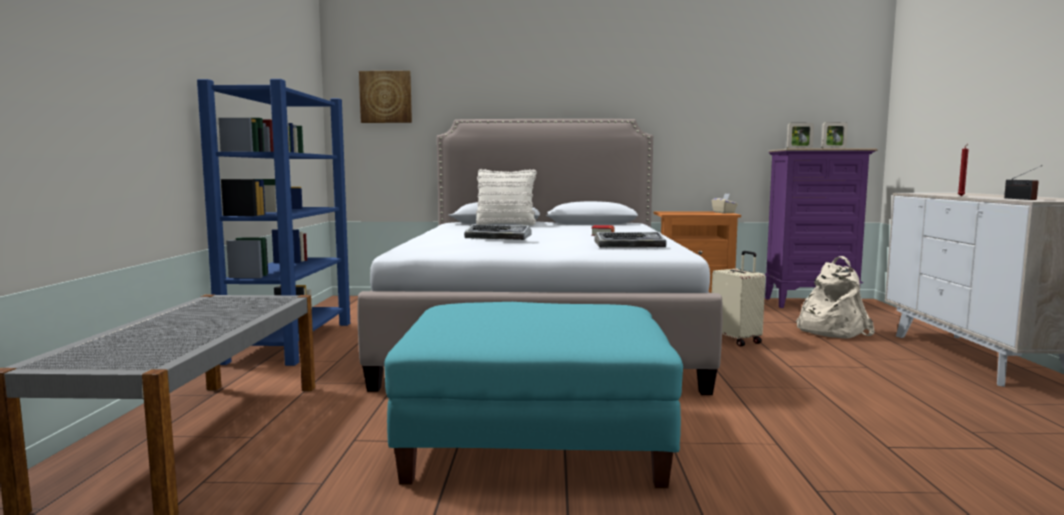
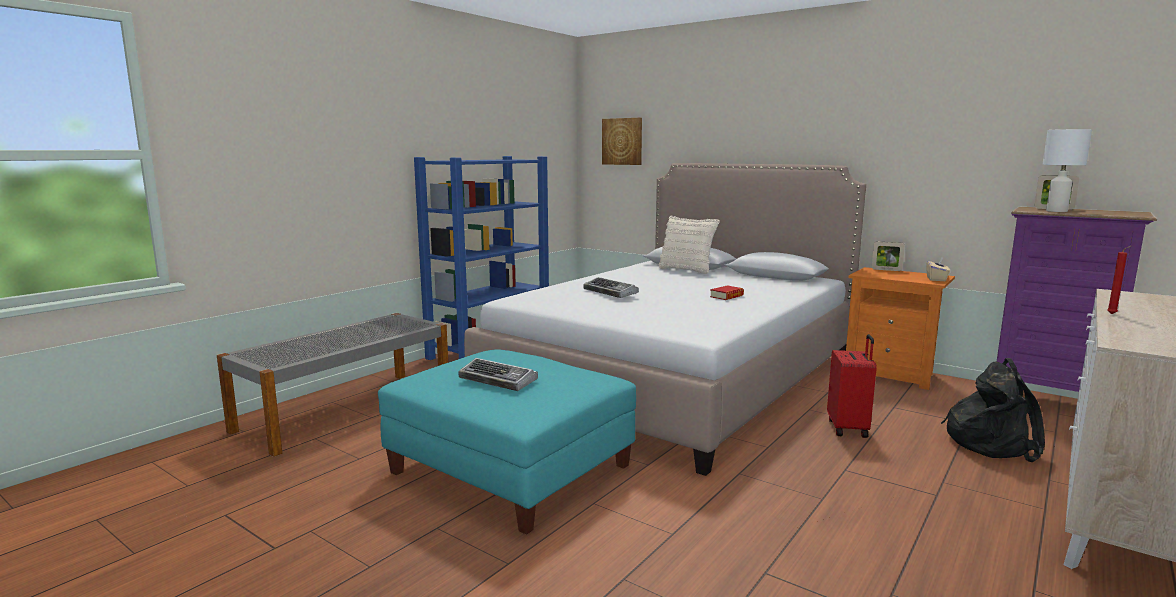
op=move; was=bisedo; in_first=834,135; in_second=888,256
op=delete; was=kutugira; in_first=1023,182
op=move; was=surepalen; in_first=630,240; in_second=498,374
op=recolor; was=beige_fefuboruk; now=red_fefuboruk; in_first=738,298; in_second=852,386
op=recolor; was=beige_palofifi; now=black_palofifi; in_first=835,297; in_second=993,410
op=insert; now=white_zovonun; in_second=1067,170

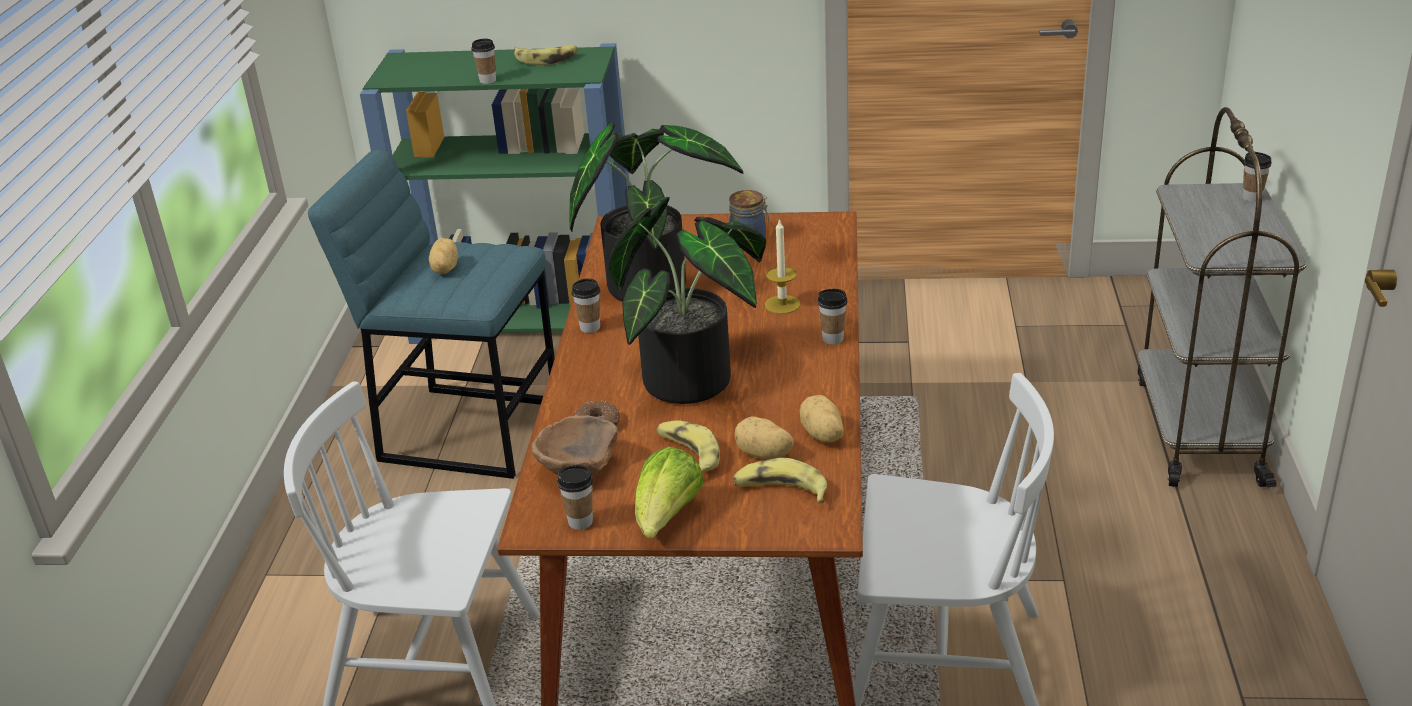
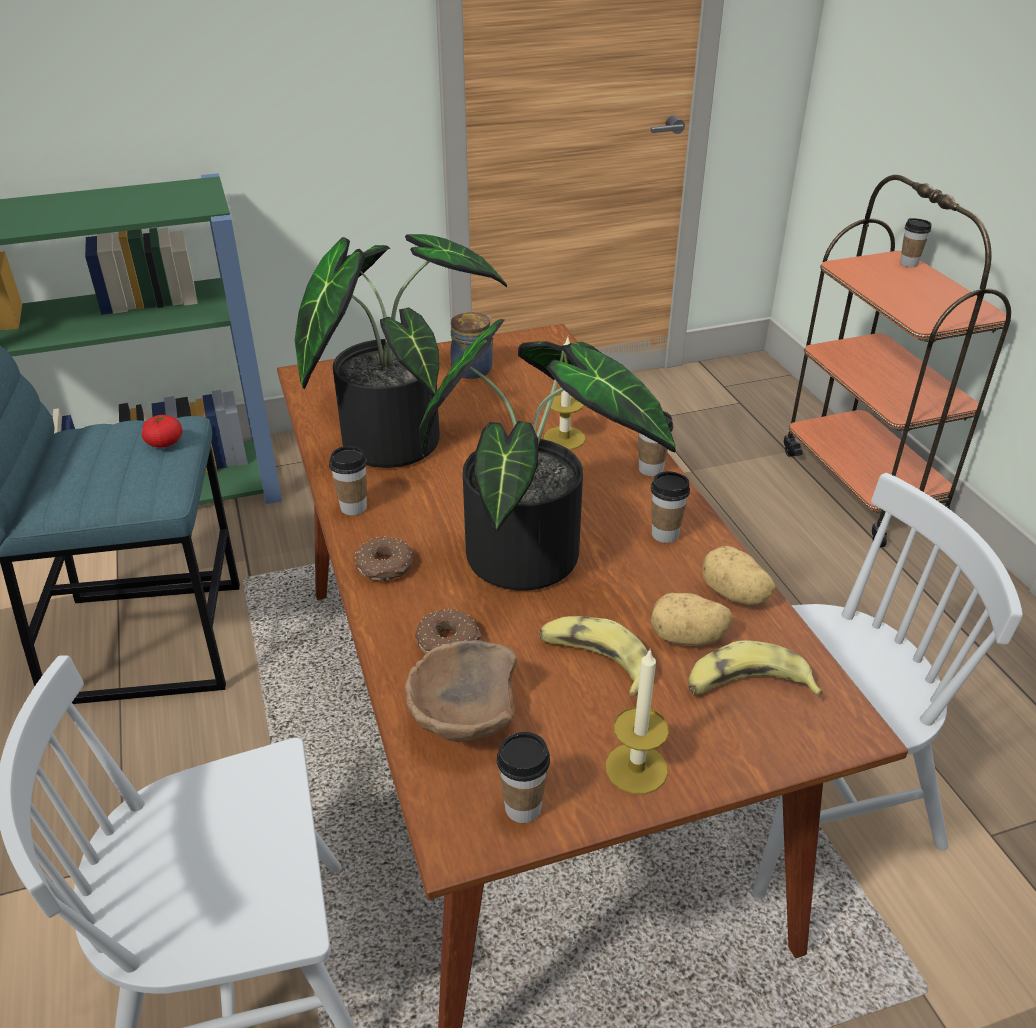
op=move; was=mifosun; in_first=483,61; in_second=670,507
op=delete; was=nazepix; in_first=545,55
op=recolor; was=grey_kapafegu; now=orange_kapafegu; in_first=1222,297; in_second=897,361
op=delete; was=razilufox; in_first=443,256
op=replace; was=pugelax; now=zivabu; in_first=669,492; in_second=637,721
op=insert; now=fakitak; in_second=162,431
op=insert; now=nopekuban; in_second=383,558

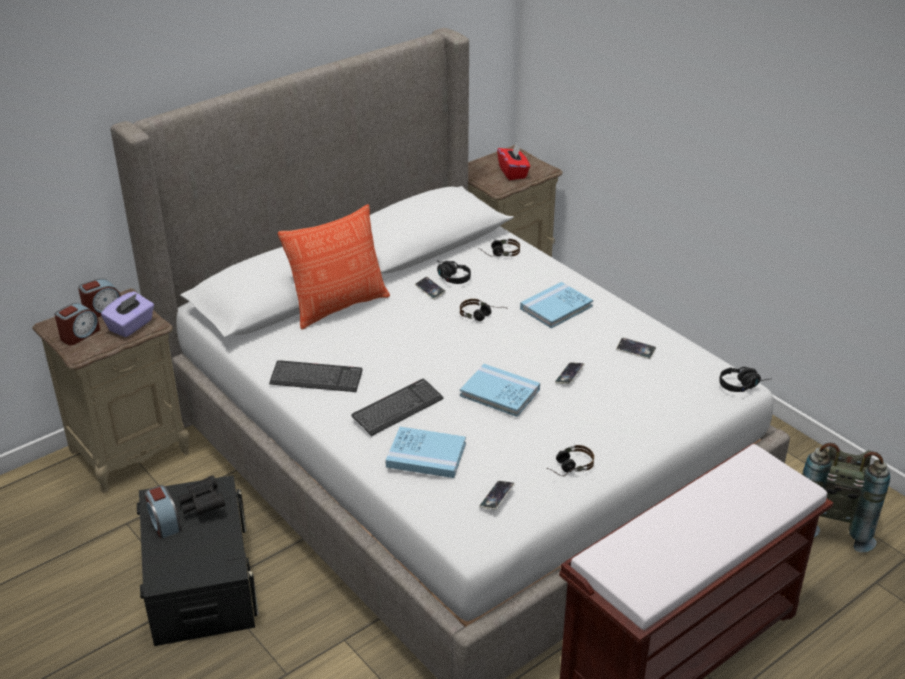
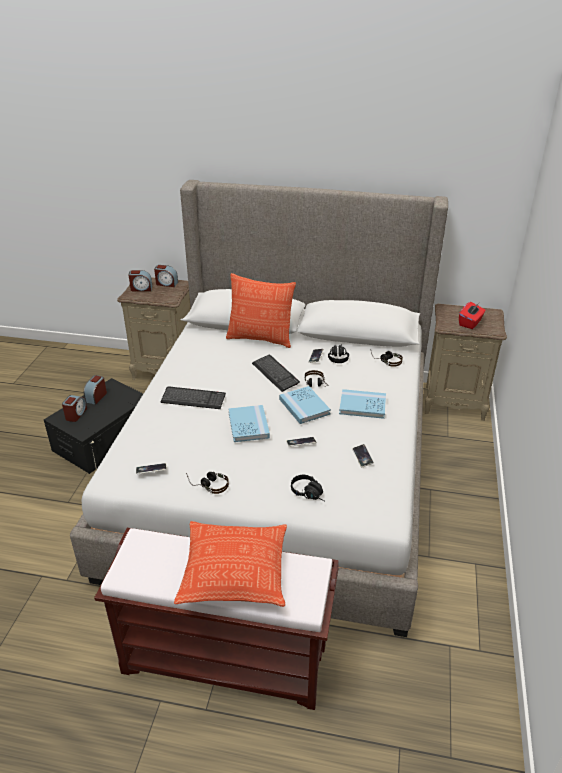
op=delete; was=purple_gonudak; in_first=127,314
op=move; was=surepalen; in_first=316,376; in_second=276,373
op=move; was=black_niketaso; in_first=744,379; in_second=307,488
op=move; was=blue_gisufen; in_first=425,452; in_second=305,405
op=delete; was=grey_palofifi; in_first=846,497
op=delete; was=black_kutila; in_first=202,495
op=insert; now=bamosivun; in_second=74,408
op=insert; now=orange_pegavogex; in_second=230,564

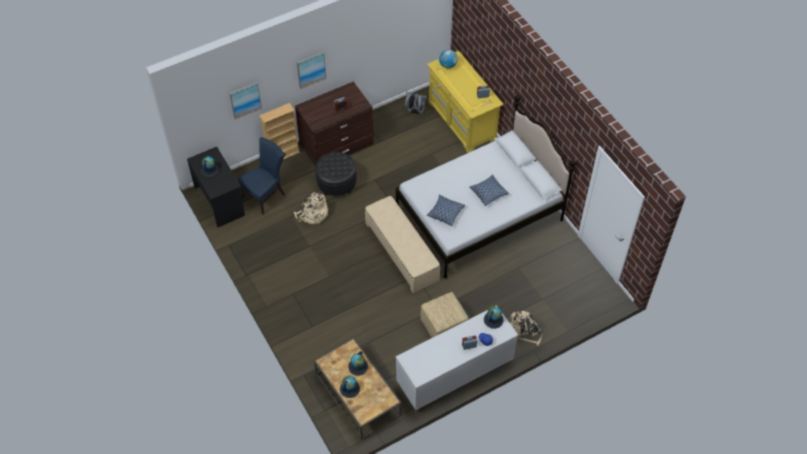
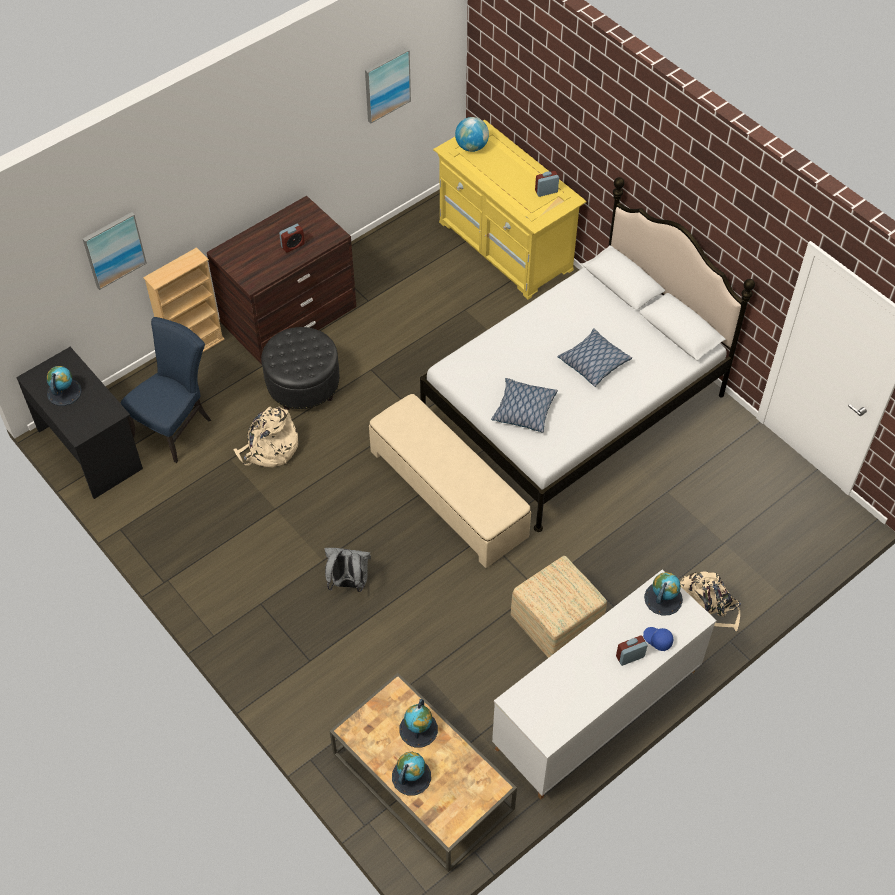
op=move; was=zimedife; in_first=311,70; in_second=388,86
op=move; was=grey_palofifi; in_first=416,103; in_second=348,570

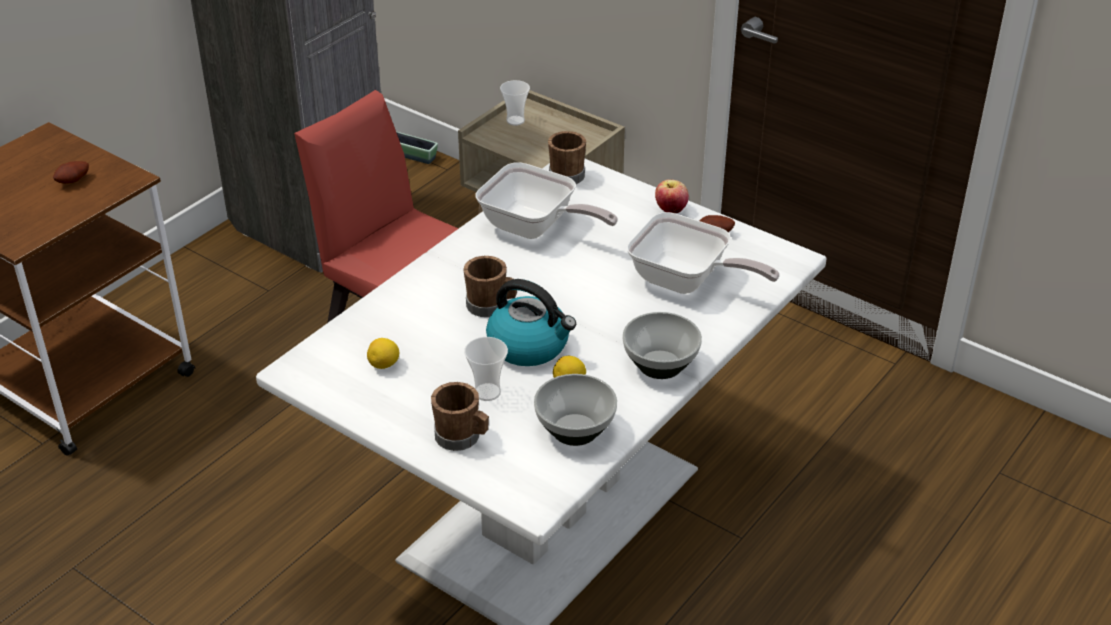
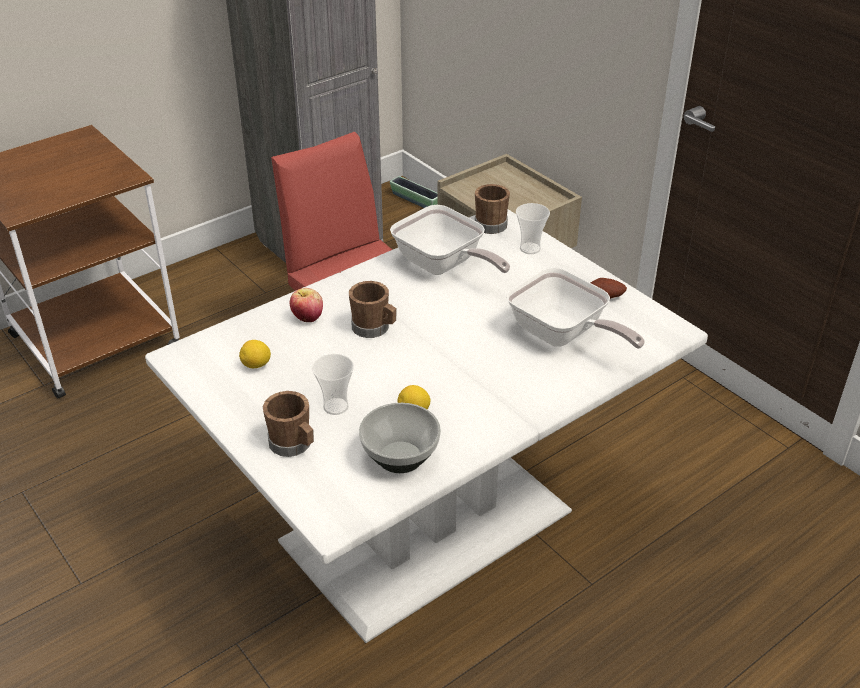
op=move; was=mifosun; in_first=515,103; in_second=533,228
op=delete; was=razilufox; in_first=71,172
op=move; was=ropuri; in_first=672,196; in_second=306,305
op=delete; was=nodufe; in_first=531,322
op=delete; was=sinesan; in_first=662,345

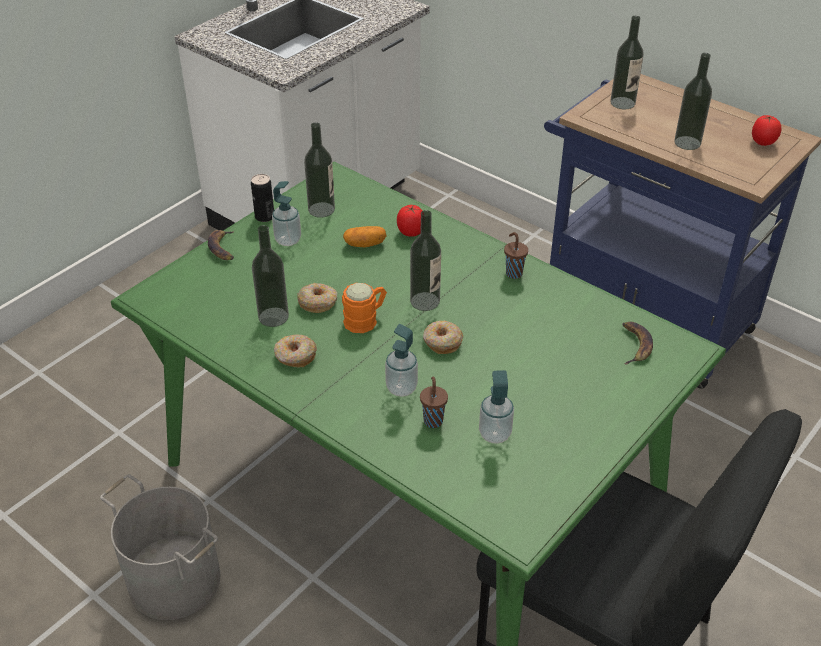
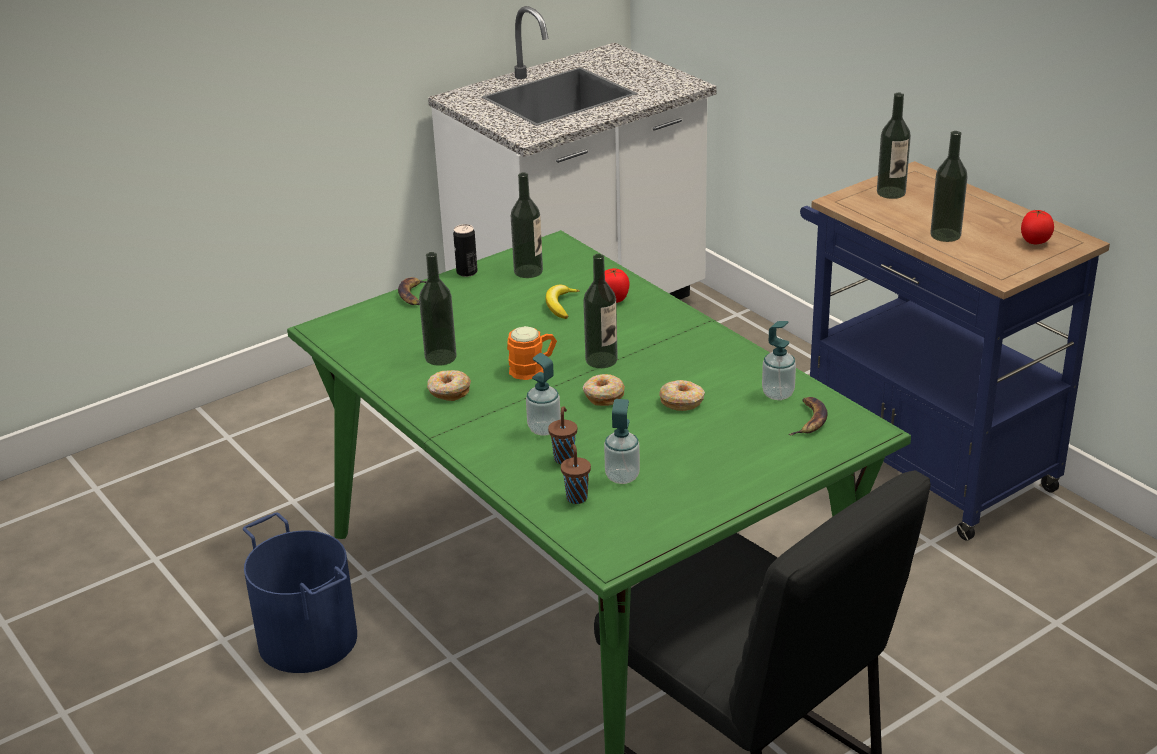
op=move; was=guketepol; in_first=286,213; in_second=779,360
op=replace; was=razilufox; now=nazepix; in_first=364,236; in_second=562,302
op=move; was=brown_mifosun; in_first=516,255; in_second=576,474
op=move; was=nopekuban; in_first=317,298; in_second=682,395
op=recolor; was=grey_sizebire; now=blue_sizebire; in_first=160,547; in_second=300,592

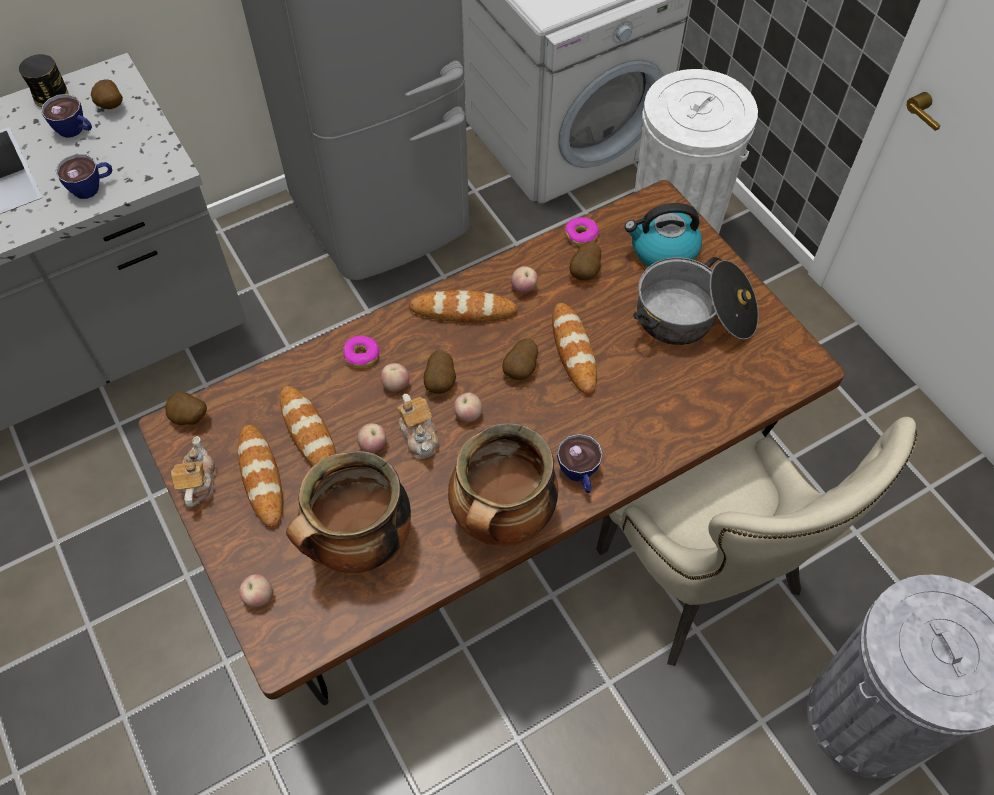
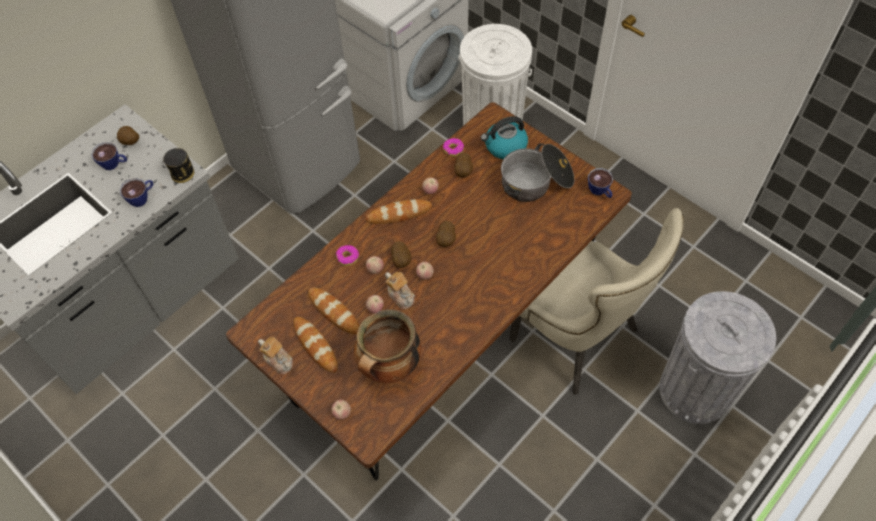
op=move; was=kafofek; in_first=43,80; in_second=178,165
op=delete; was=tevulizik; in_first=574,349
op=delete; was=razilufox; in_first=186,408
op=delete; was=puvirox; in_first=503,484
op=move; was=mifosun; in_first=580,463; in_second=600,183
op=rotate; was=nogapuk; in_first=193,471; in_second=275,355; clockwise=150

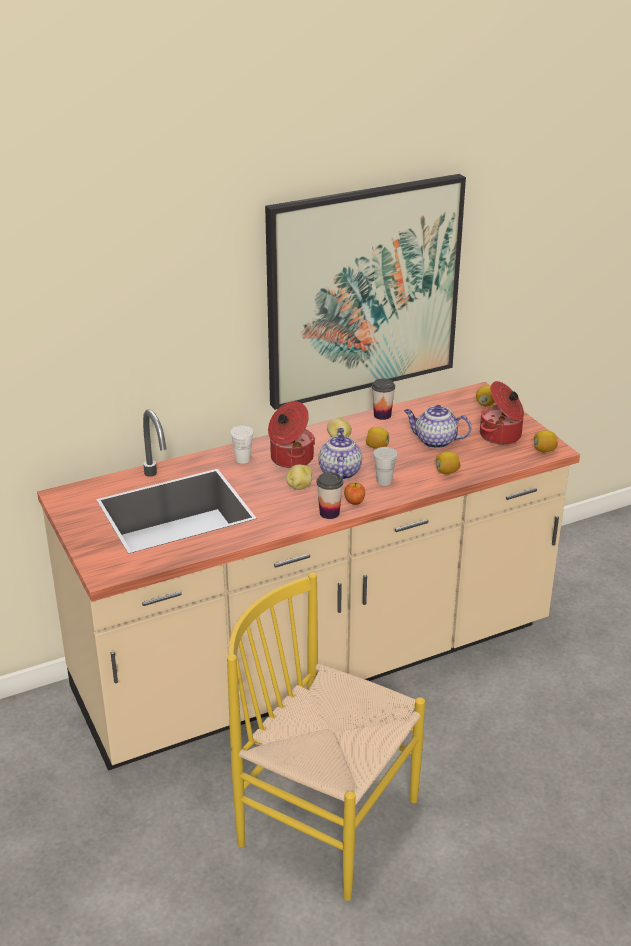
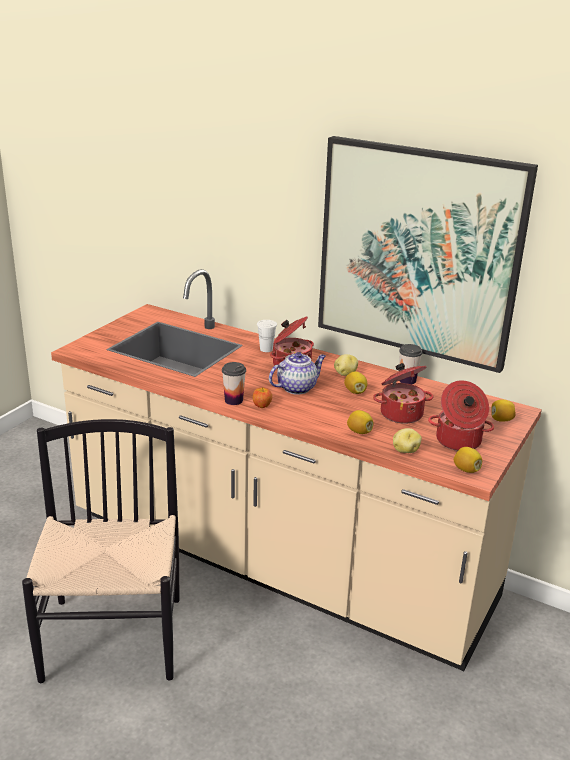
op=replace; was=nogapuk; now=puvirox; in_first=438,426; in_second=403,393
op=delete; was=white_mifosun; in_first=385,466
op=move; was=razilufox; in_first=299,477; in_second=407,440
op=recolor; was=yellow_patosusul; now=black_patosusul; in_first=326,736; in_second=100,551

